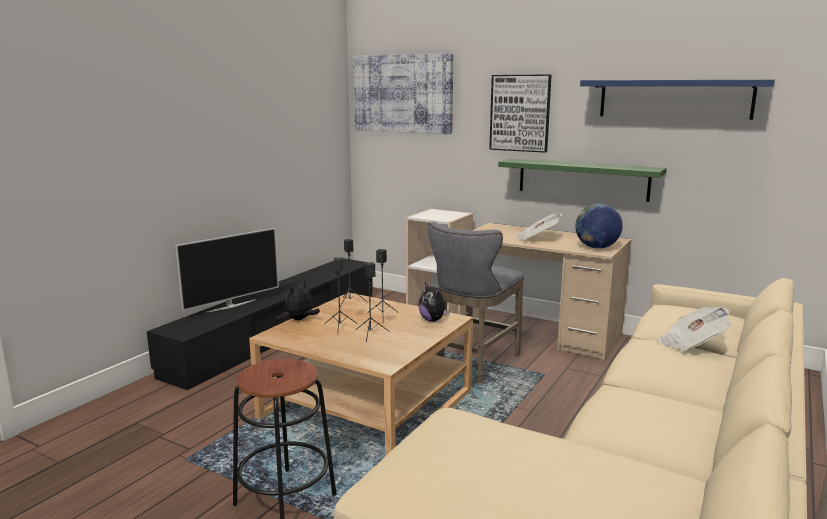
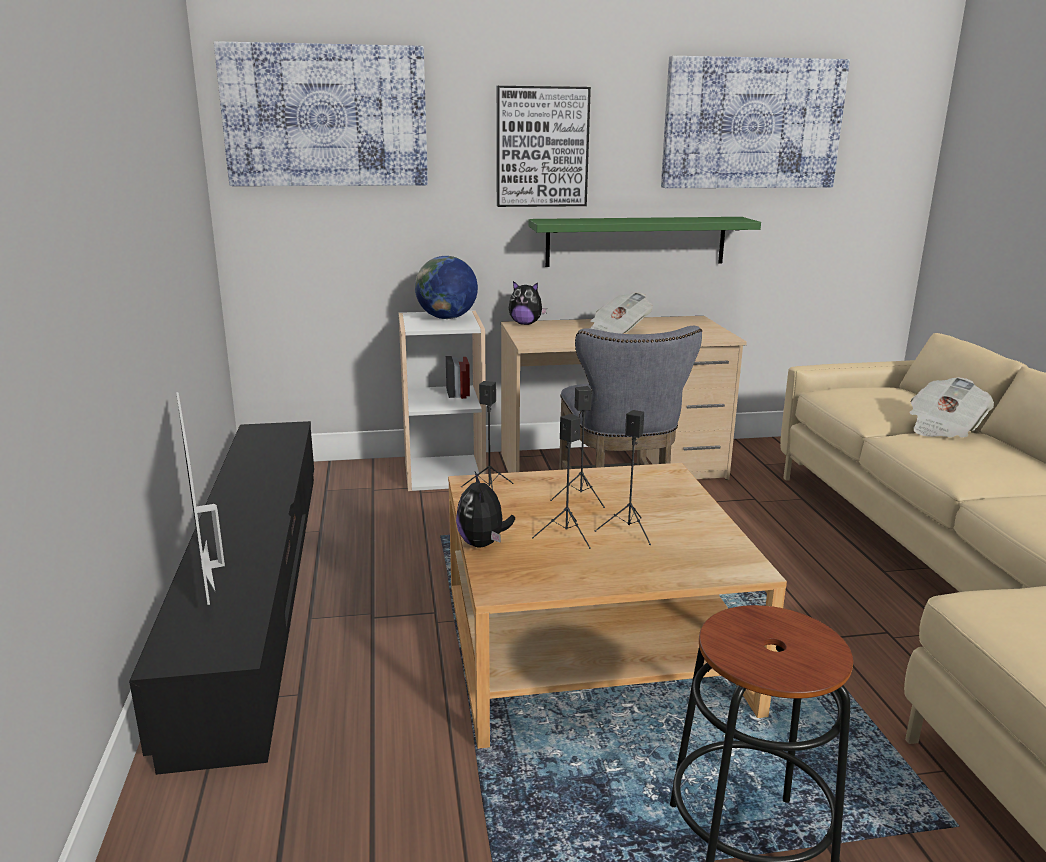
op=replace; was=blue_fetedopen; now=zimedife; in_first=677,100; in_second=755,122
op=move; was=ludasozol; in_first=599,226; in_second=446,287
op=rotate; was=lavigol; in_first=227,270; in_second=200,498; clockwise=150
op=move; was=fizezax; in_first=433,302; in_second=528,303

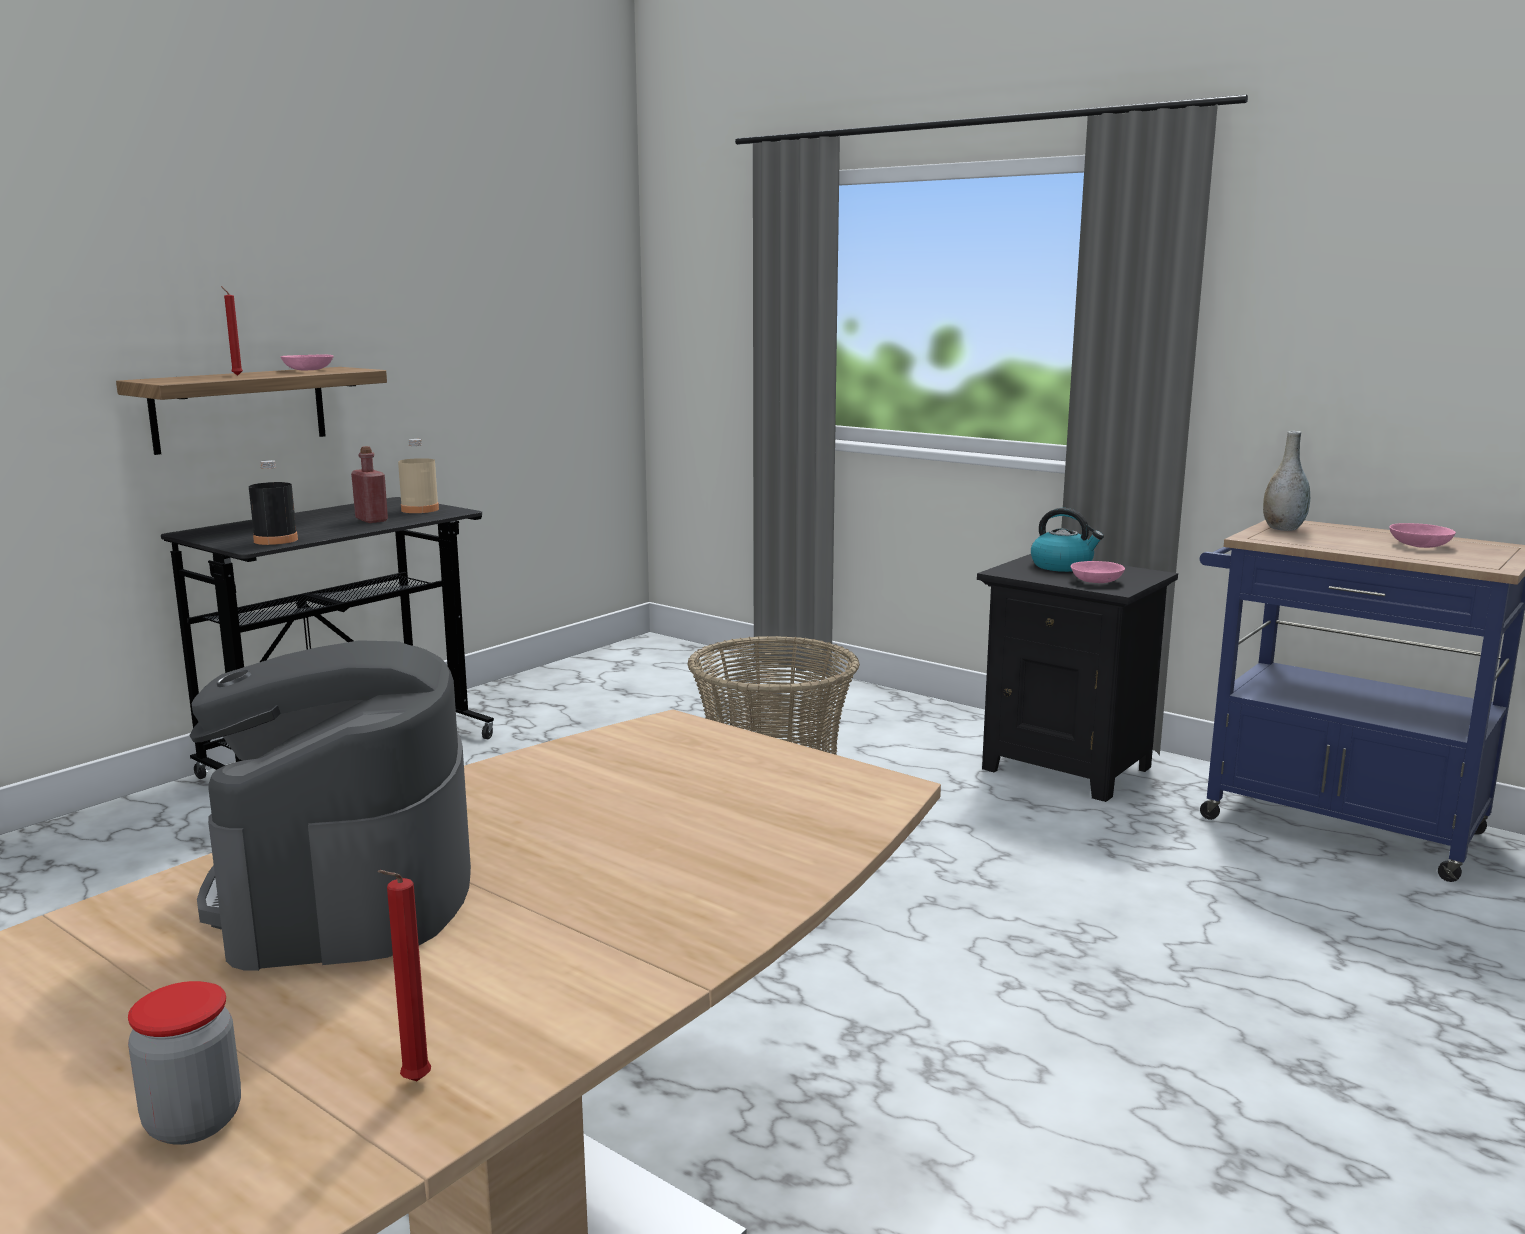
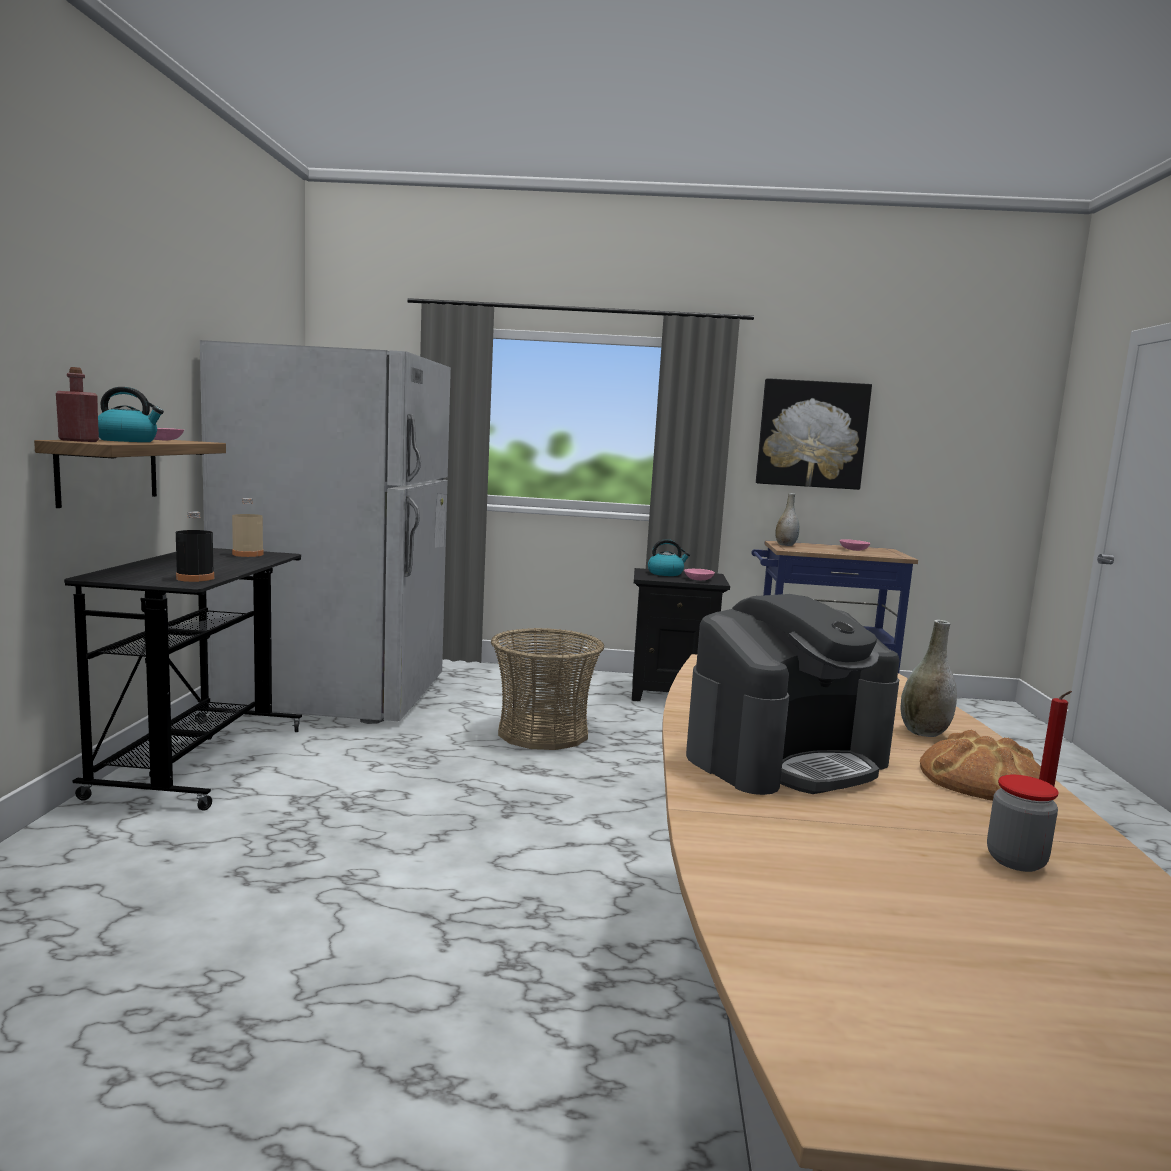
op=replace; was=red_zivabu; now=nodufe; in_first=232,331; in_second=131,414
op=move; was=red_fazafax; in_first=369,484; in_second=77,404
op=rotate; was=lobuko; in_first=330,805; in_second=793,694; clockwise=-75
op=insert; now=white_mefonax; in_second=325,532
op=insert; now=zimedife; in_second=814,434
op=insert; now=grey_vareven; in_second=928,678
op=insert; now=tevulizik; in_second=980,765

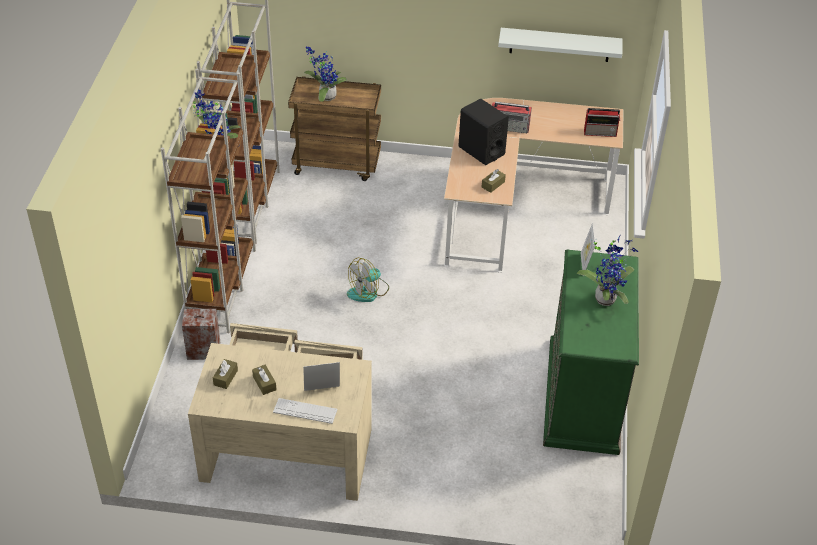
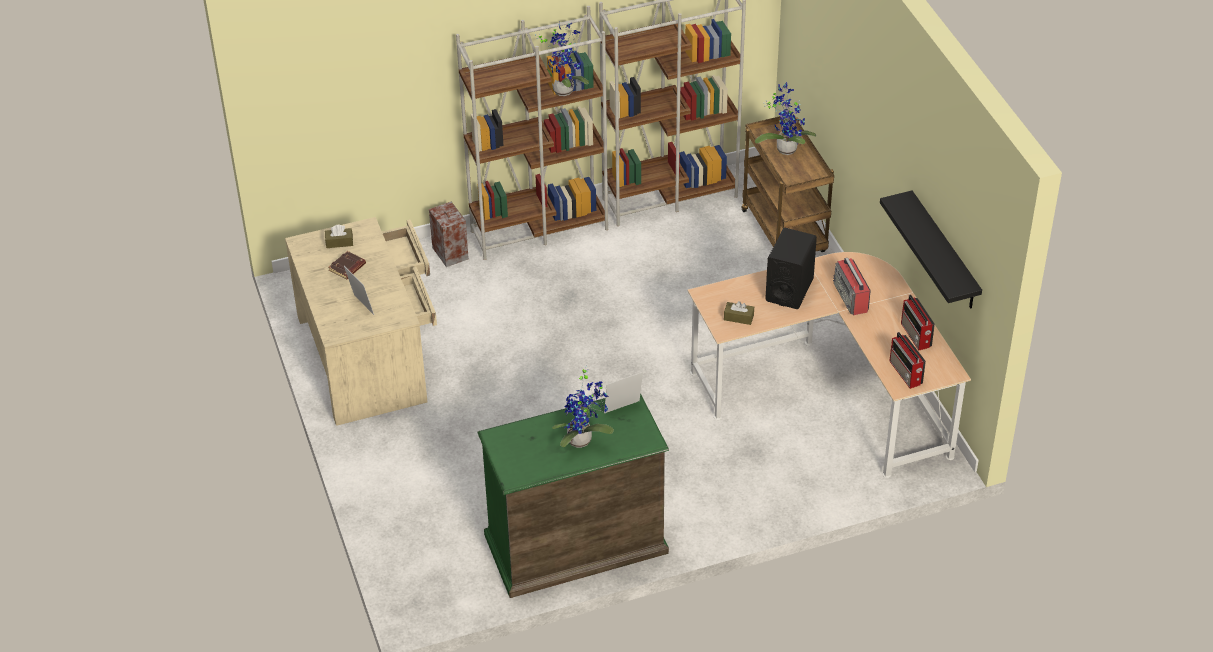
op=recolor; was=white_fetedopen; now=black_fetedopen; in_first=560,45; in_second=931,250
op=delete; was=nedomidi; in_first=368,280
op=replace; was=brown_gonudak; now=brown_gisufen; in_first=264,380; in_second=347,265
op=delete; was=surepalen; in_first=305,411
op=insert; now=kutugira; in_second=918,322

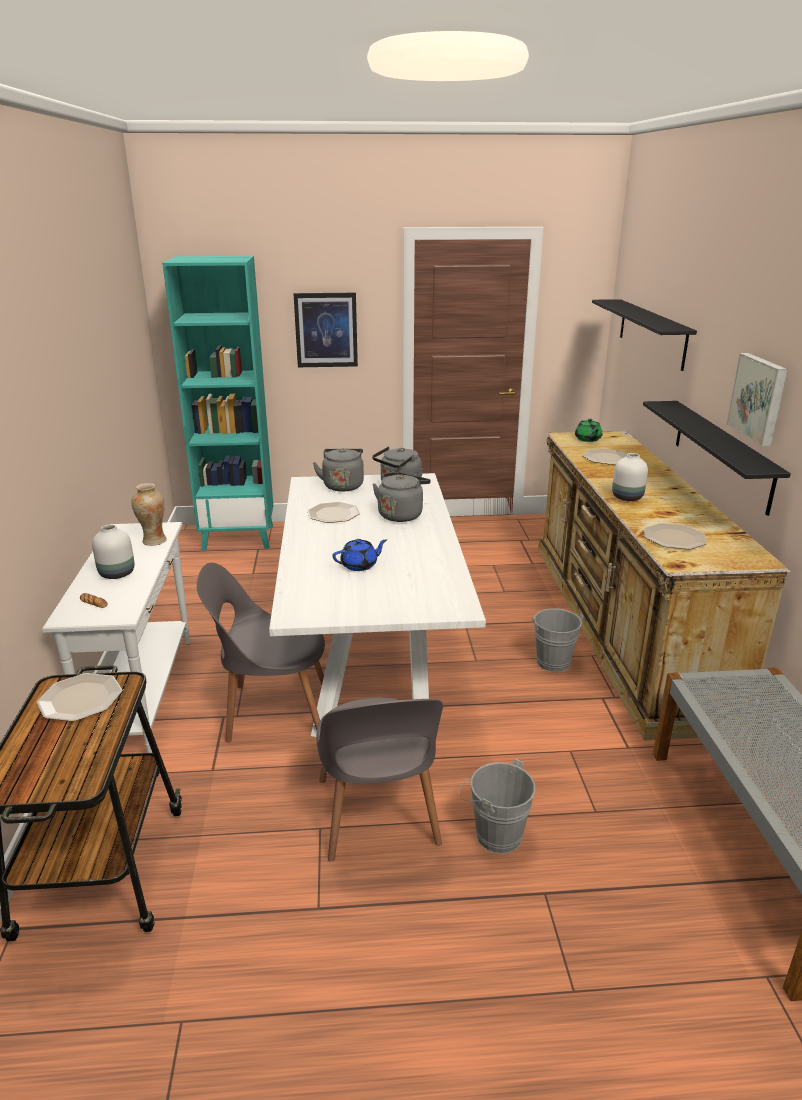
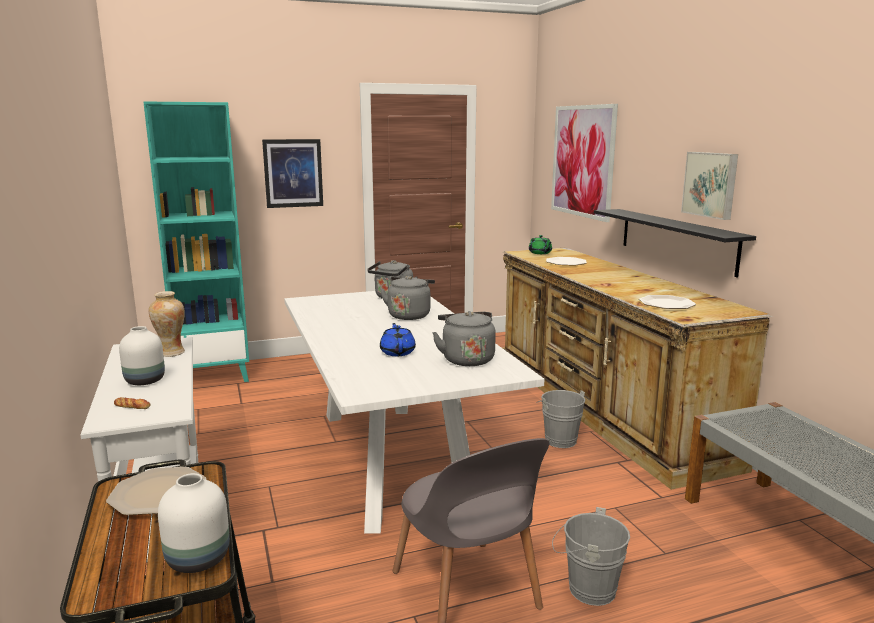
op=replace; was=black_fetedopen; now=zimedife; in_first=644,335; in_second=584,163
op=move; was=grey_nodufe; in_first=338,470; in_second=464,338
op=move; was=white_vareven; in_first=630,477; in_second=194,523
op=delete; was=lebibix; in_first=334,512
op=rotate; was=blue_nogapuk; in_first=360,555; in_second=398,339; clockwise=-60
op=delete; was=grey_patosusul; in_first=261,652

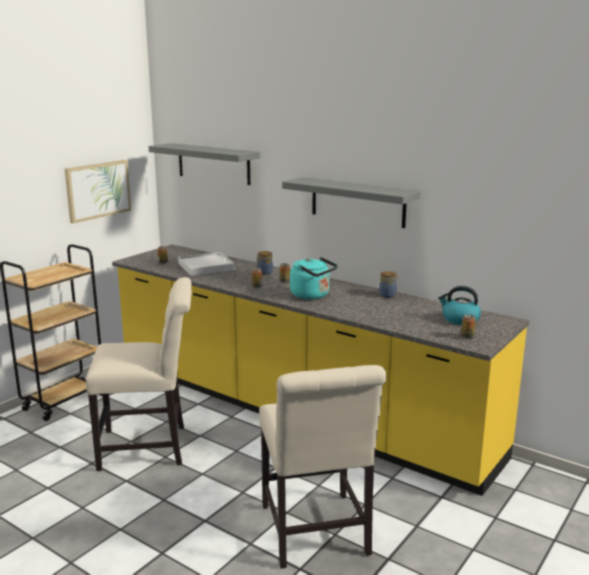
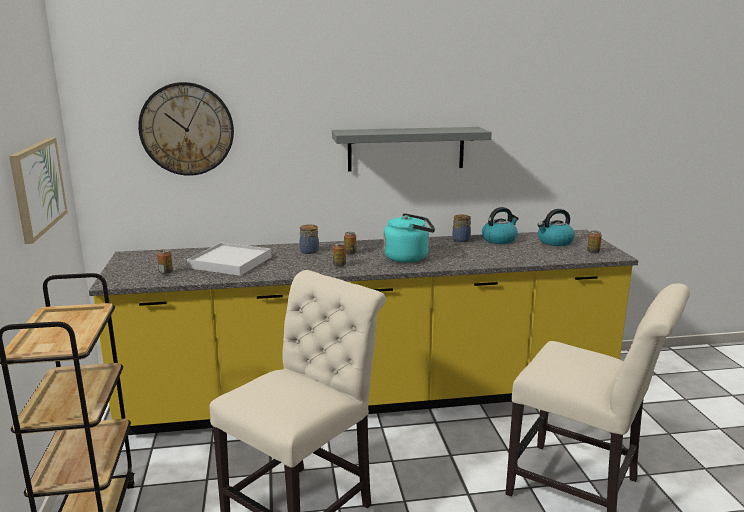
op=replace; was=grey_fetedopen; now=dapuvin; in_first=204,164; in_second=186,129
op=insert; now=nodufe; in_second=500,225

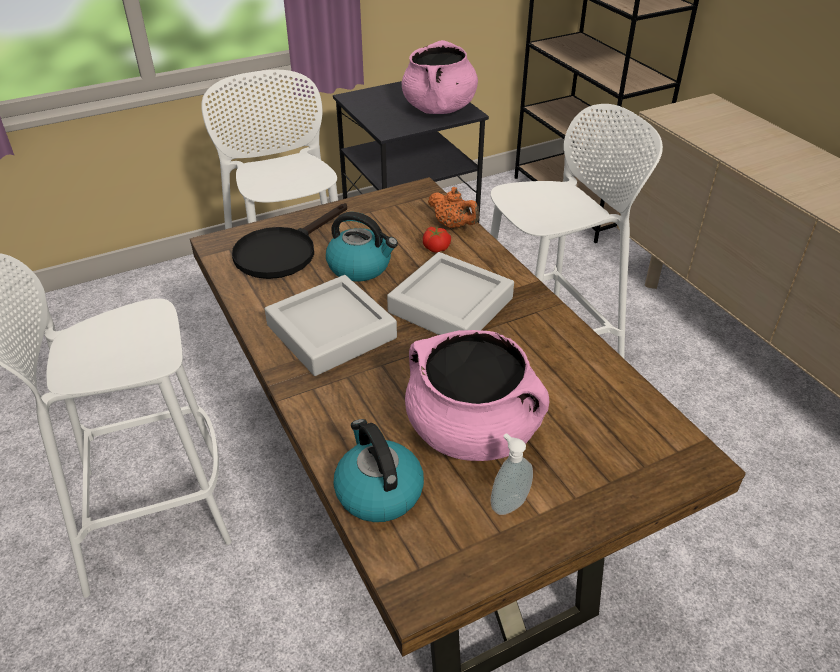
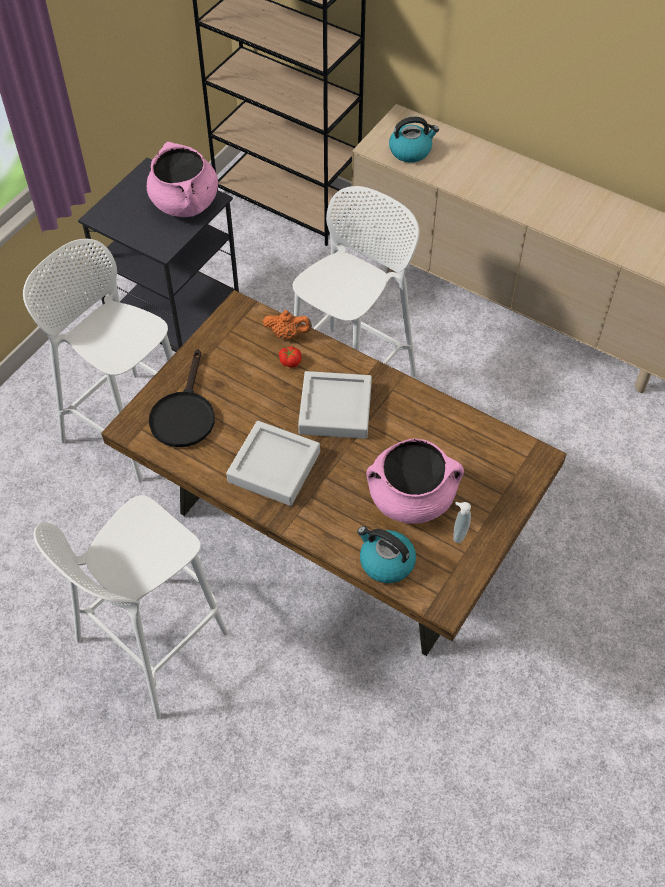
op=move; was=nodufe; in_first=362,247; in_second=414,140

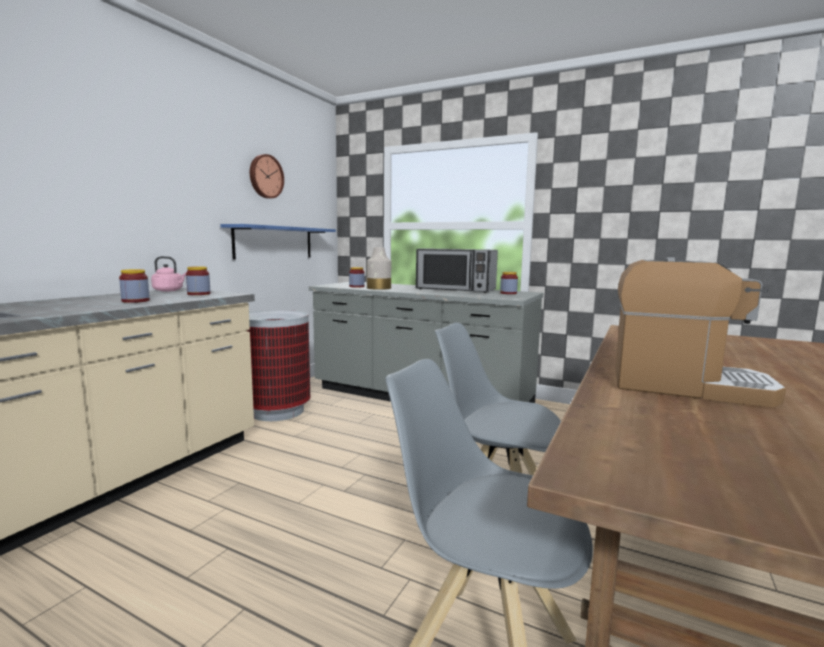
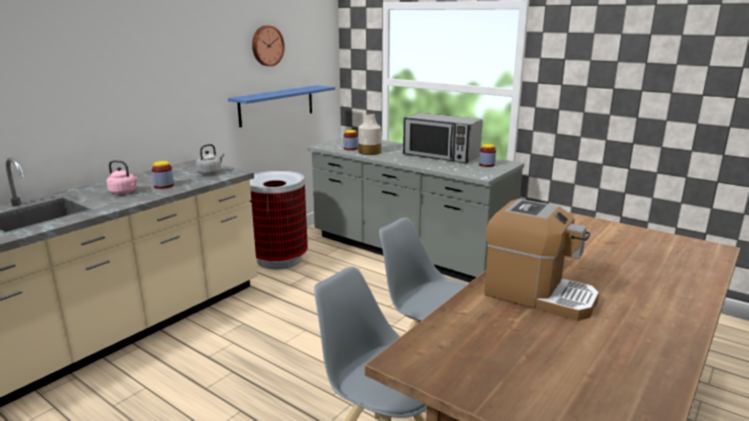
op=move; was=pink_nodufe; in_first=168,274; in_second=122,177
op=replace; was=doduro; now=grey_nodufe; in_first=198,280; in_second=210,159

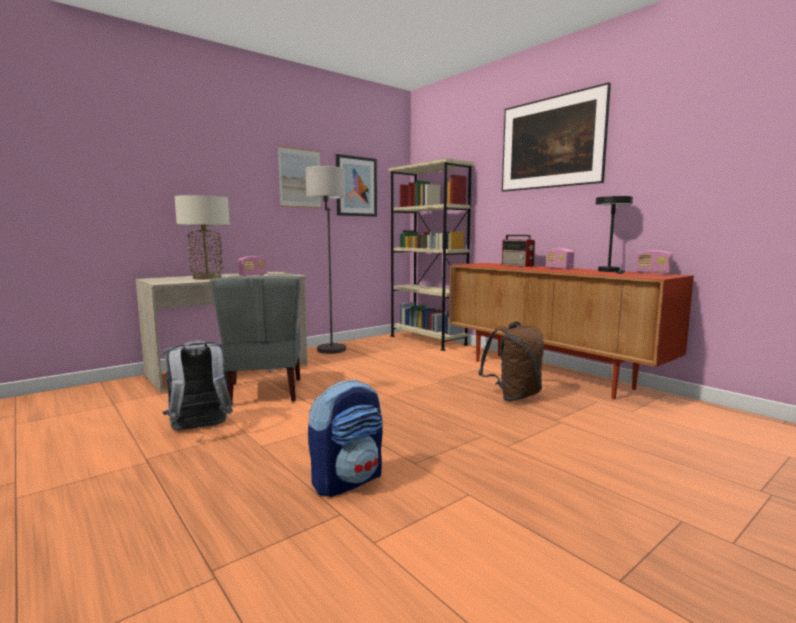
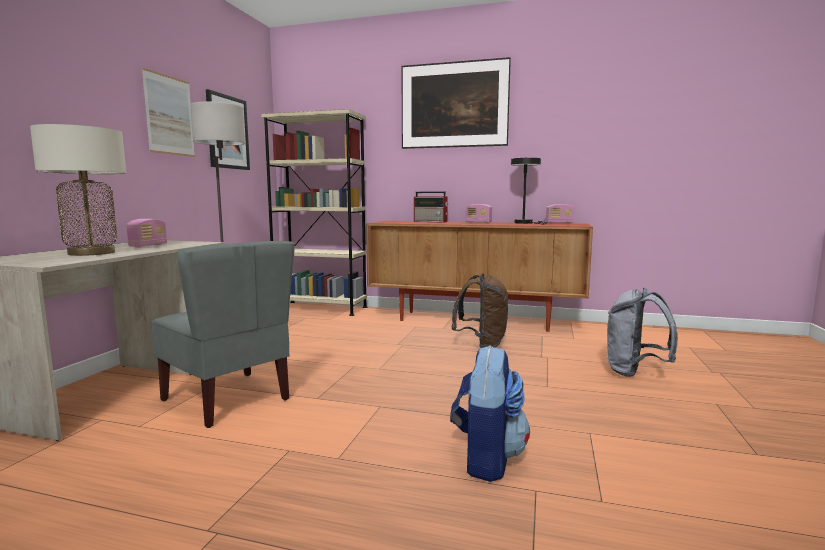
op=move; was=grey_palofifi; in_first=198,385; in_second=642,332

